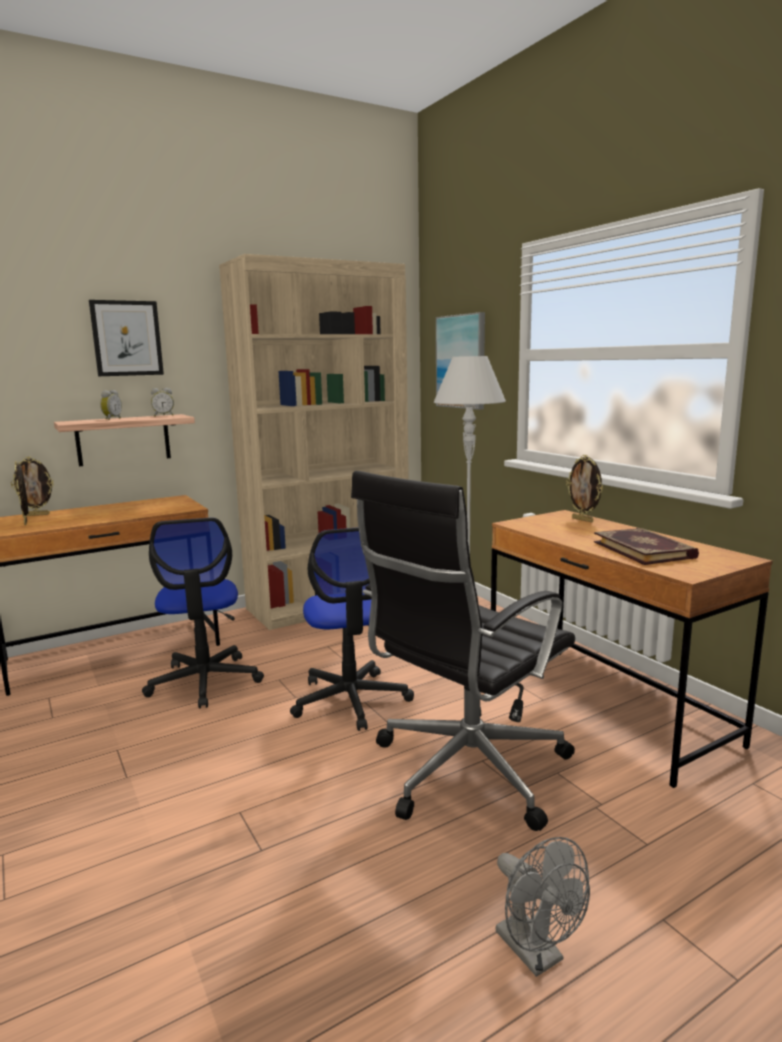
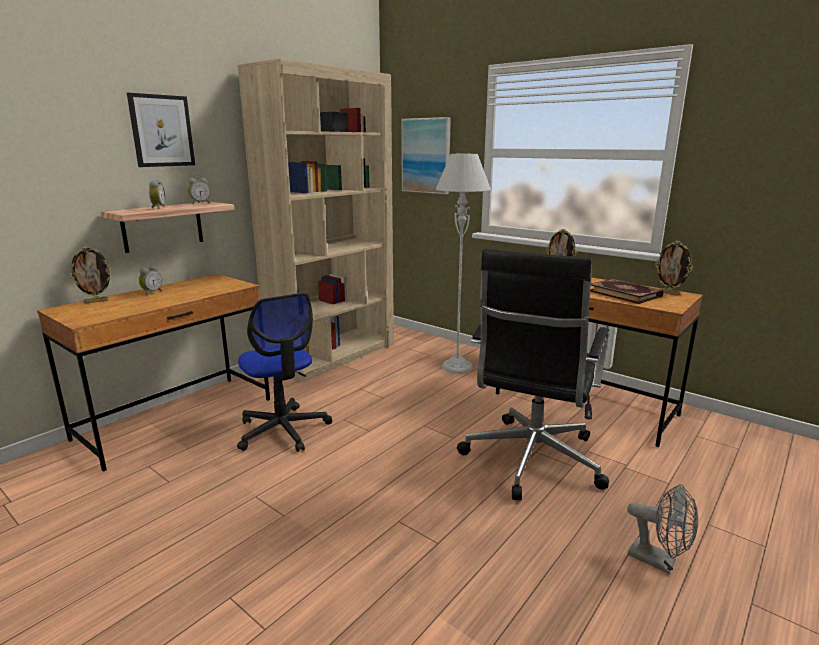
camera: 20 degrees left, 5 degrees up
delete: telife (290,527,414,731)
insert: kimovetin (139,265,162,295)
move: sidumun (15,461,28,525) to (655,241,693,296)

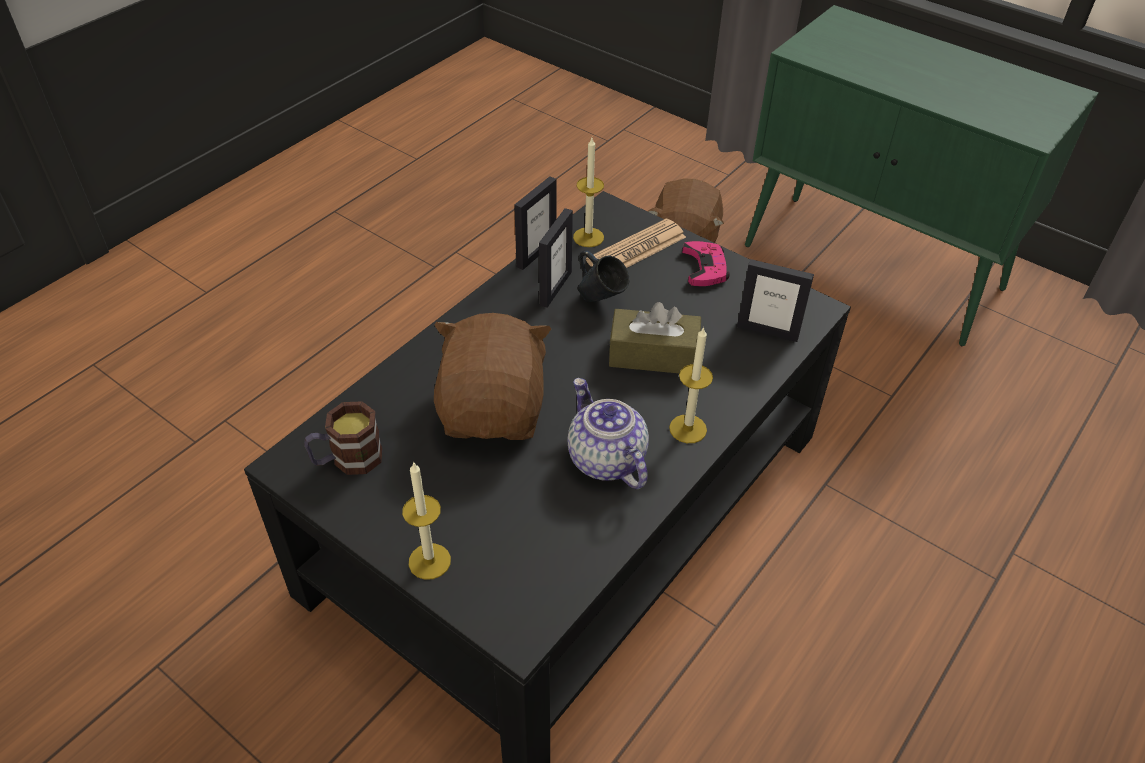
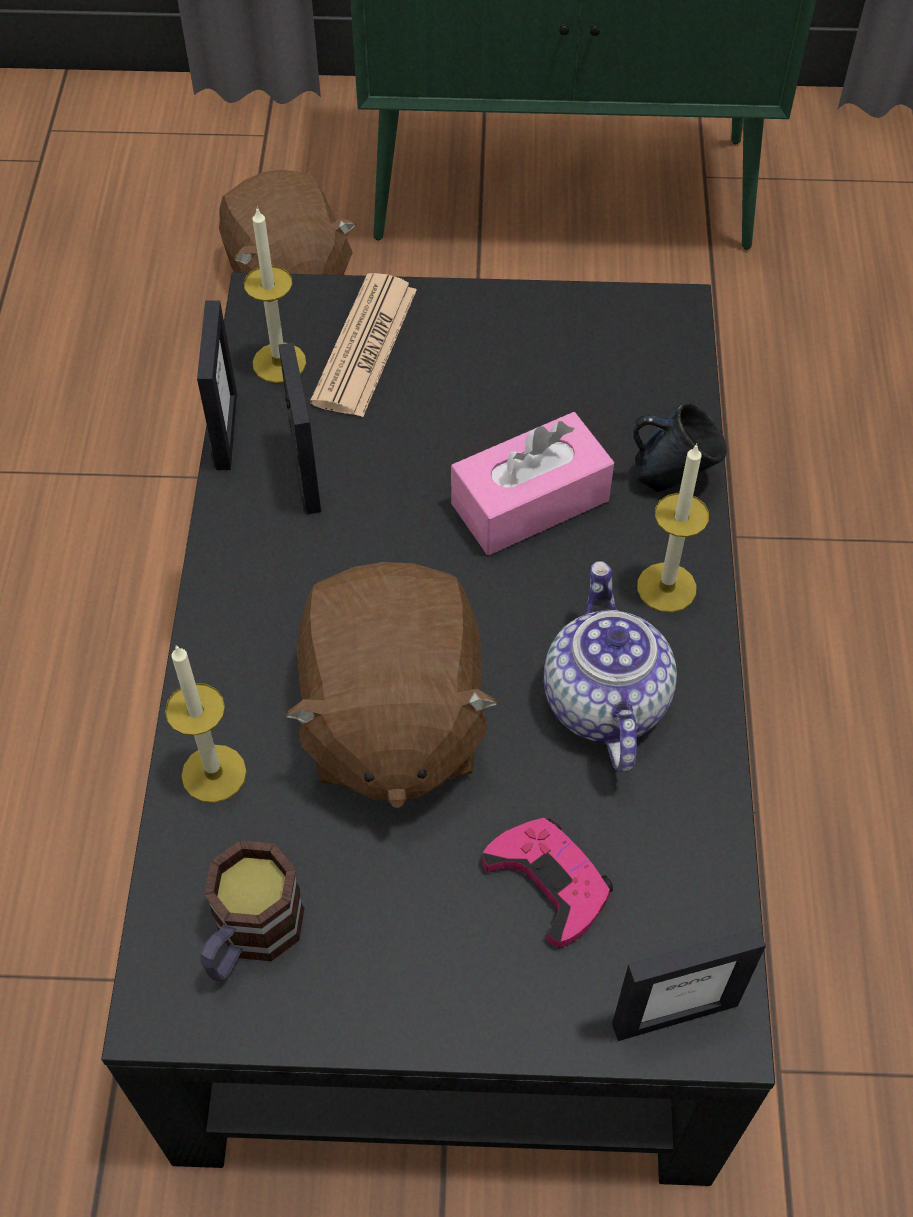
camera: 35 degrees left, 10 degrees up
move: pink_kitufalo (682,241,730,286) to (482,818,613,948); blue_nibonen (577,250,629,302) to (632,403,727,492); sidumun (737,259,814,342) to (612,928,766,1041); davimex (402,461,451,580) to (165,645,247,803)
recolor: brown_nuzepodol (609,302,701,373) to pink_nuzepodol (451,412,614,555)
rotate: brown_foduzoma (434,313,551,440) = (284,562,499,808) 150 degrees counterclockwise; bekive (568,378,649,489) = (544,561,677,773) 60 degrees clockwise

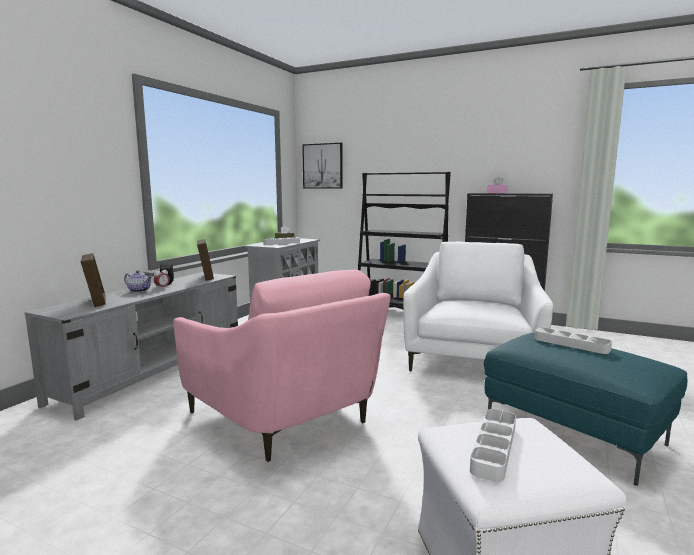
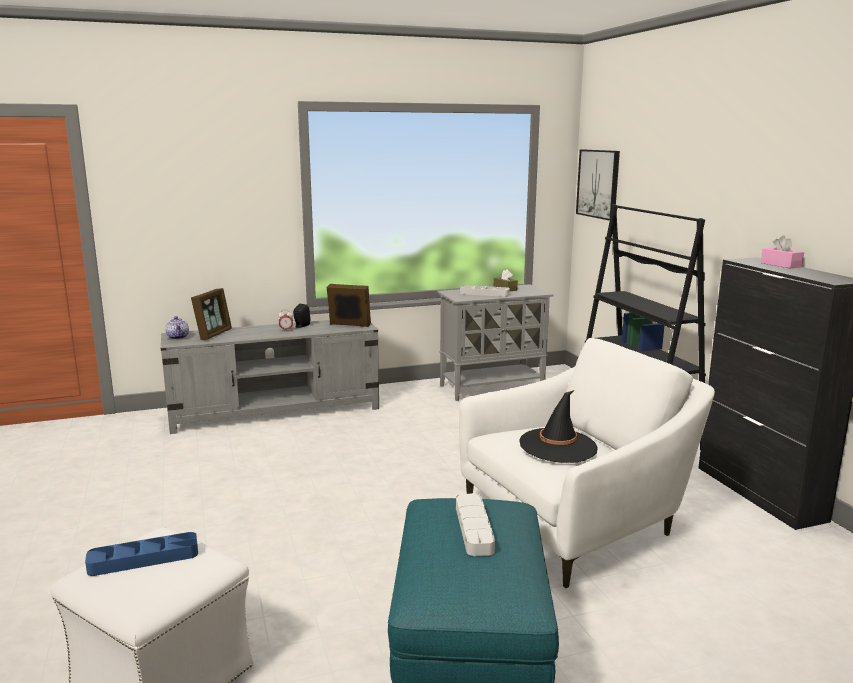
camera: 45 degrees right, 5 degrees up
delete: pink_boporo (173,270,391,462)
insert: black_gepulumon (520,390,597,463)
move: bekive (124,270,152,293) to (165,316,189,340)
recolor: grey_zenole (470,409,516,482) to blue_zenole (85,532,198,576)
rotate: sidumun (197,239,214,281) = (327,284,371,327) 105 degrees counterclockwise

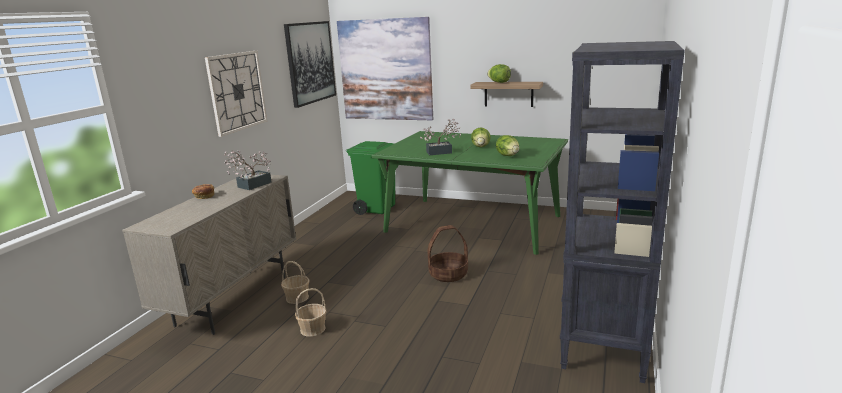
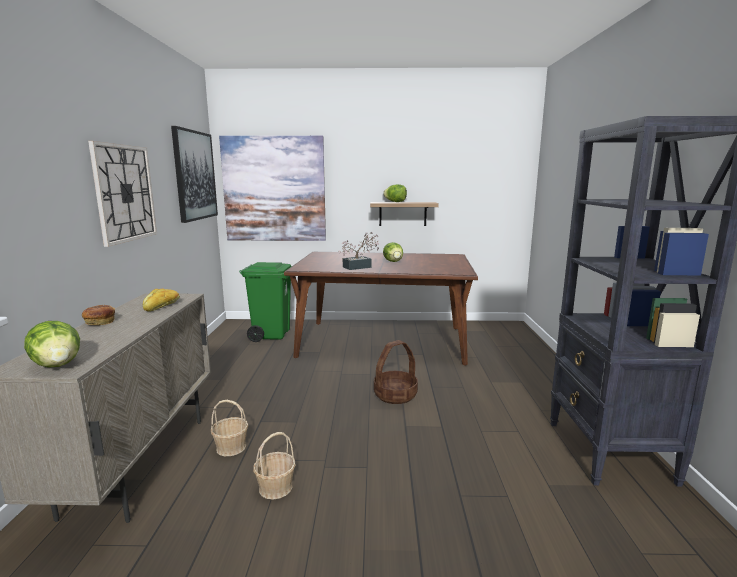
camera: 20 degrees left, 5 degrees down
move: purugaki (496,135,519,156) to (24,321,80,368)
replace: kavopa (224,150,272,190) to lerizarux (143,289,180,312)
recolor: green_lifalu (372,131,568,255) to brown_lifalu (284,252,478,366)

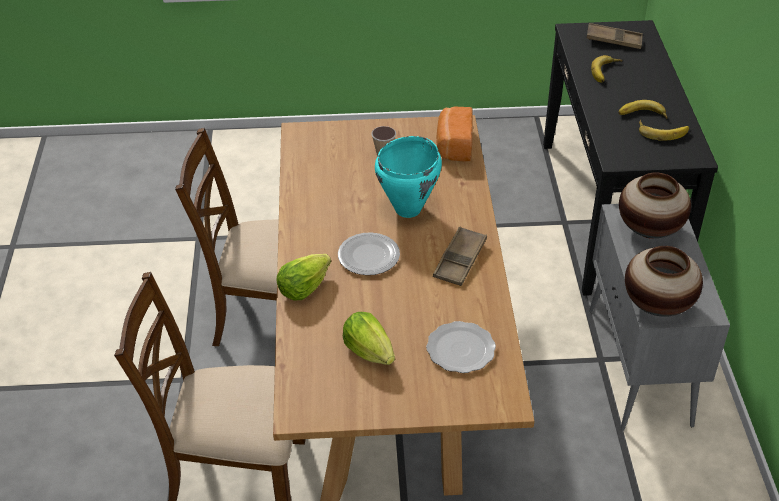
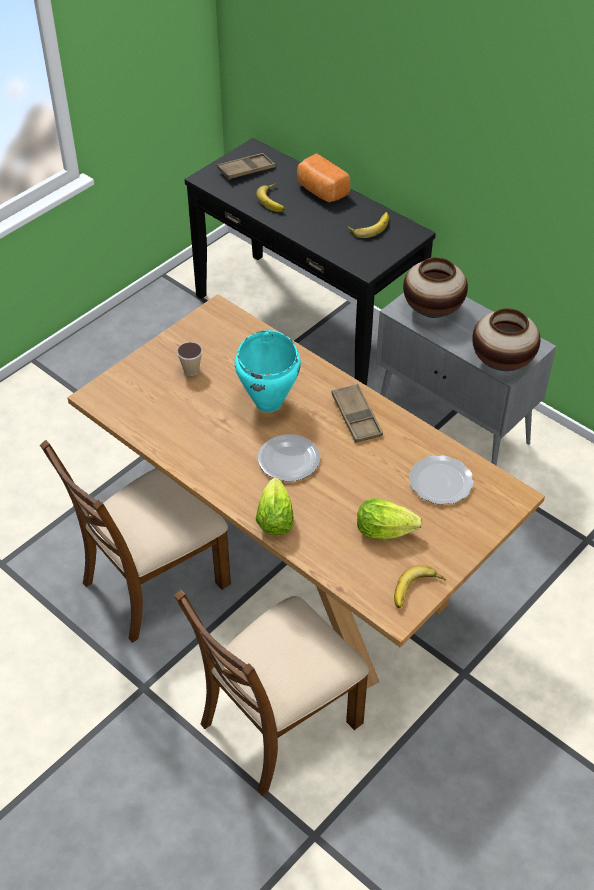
camera: 45 degrees left, 5 degrees up
move: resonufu (618,100,667,119) to (394,565,446,608); lerizarux (436,107,473,161) to (297,154,350,202)

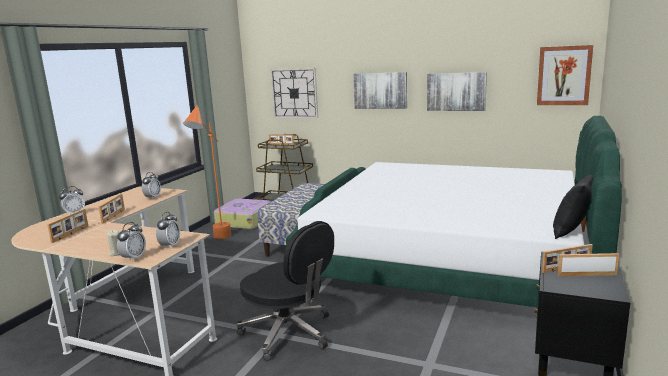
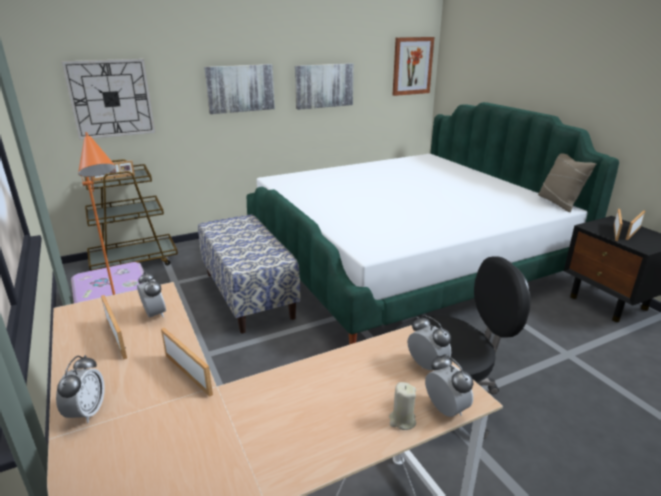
camera: 50 degrees left, 10 degrees up
move: sidumun (47,209,88,243) to (101,295,127,359)
recolor: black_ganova (553,174,594,239) to beige_ganova (538,153,596,212)

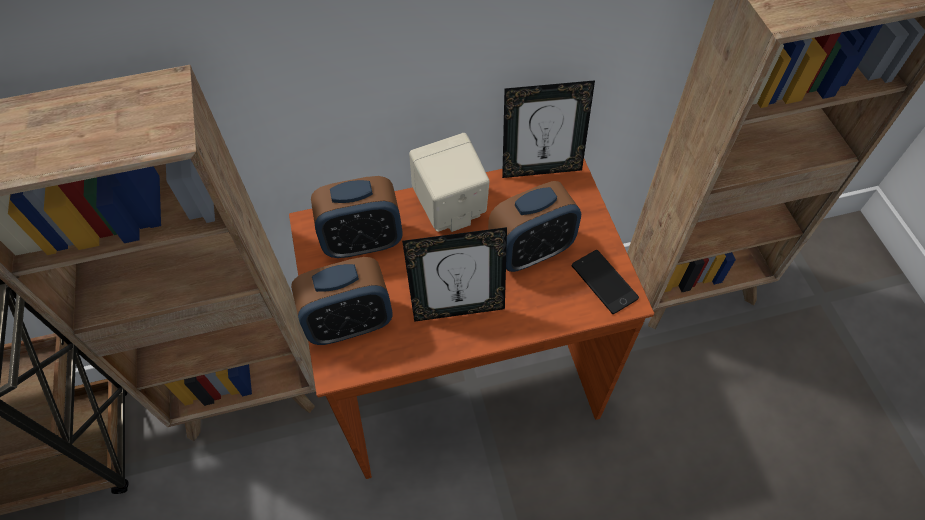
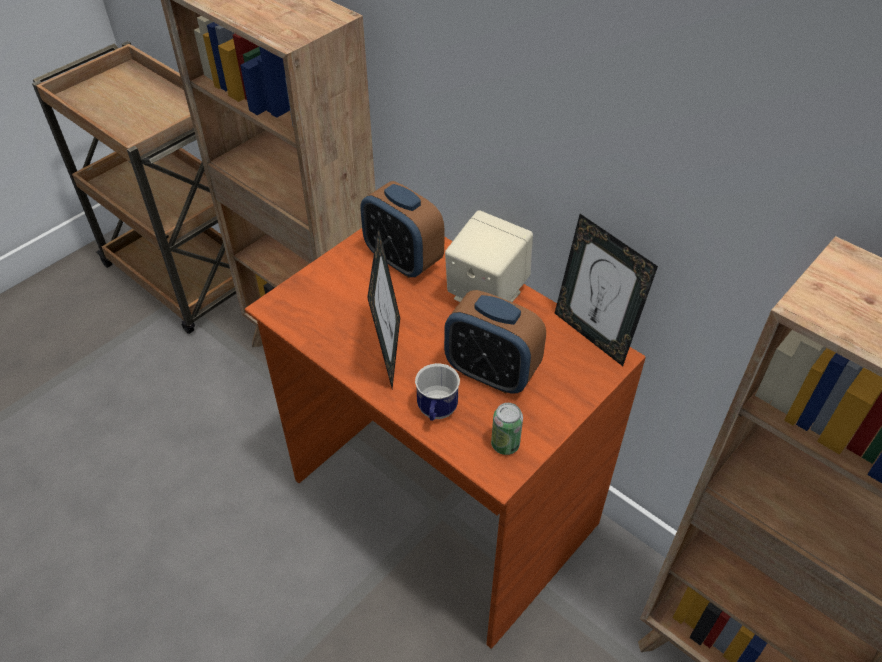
camera: 55 degrees right, 10 degrees down
delete: kimovetin (291,257,392,345)
insert: nibonen (415,363,460,421)
replace: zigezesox (572,250,639,314) to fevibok (491,403,523,455)
rotate: sidumun (402,227,507,322) = (367,225,400,389) 135 degrees counterclockwise

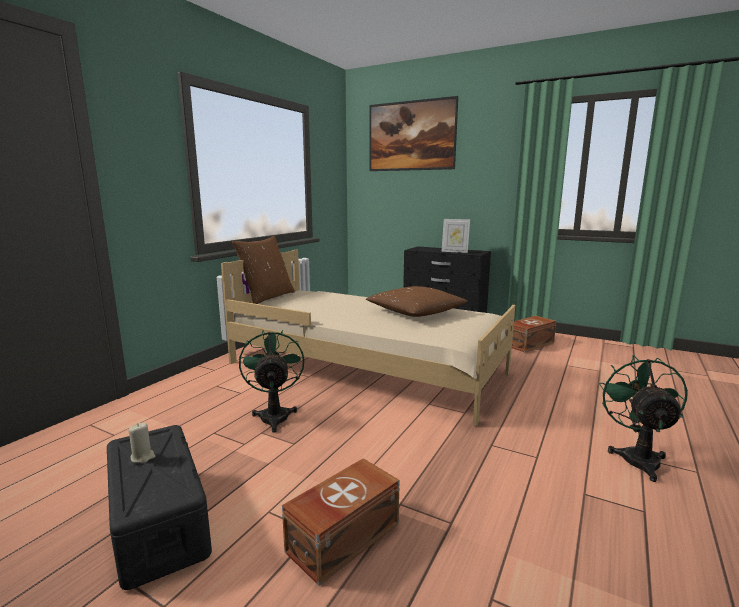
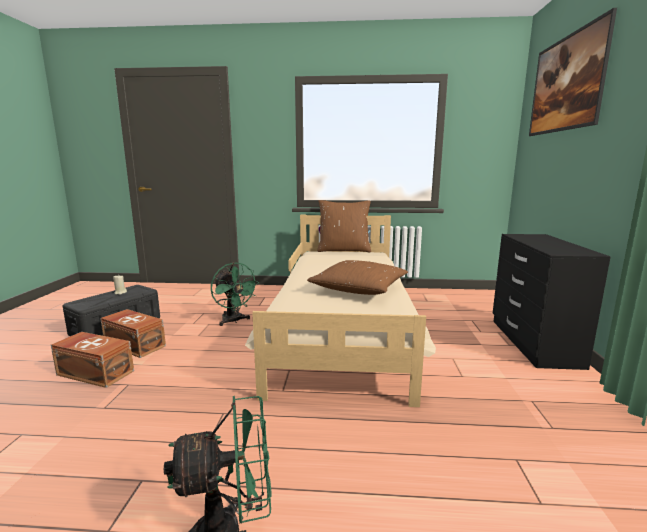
camera: 65 degrees right, 0 degrees up
delete: sidumun (441,219,470,253)
move: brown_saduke (512,316,556,352) to (100,309,166,358)
rotate: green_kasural (239,330,304,432) = (211,262,259,326) 90 degrees clockwise

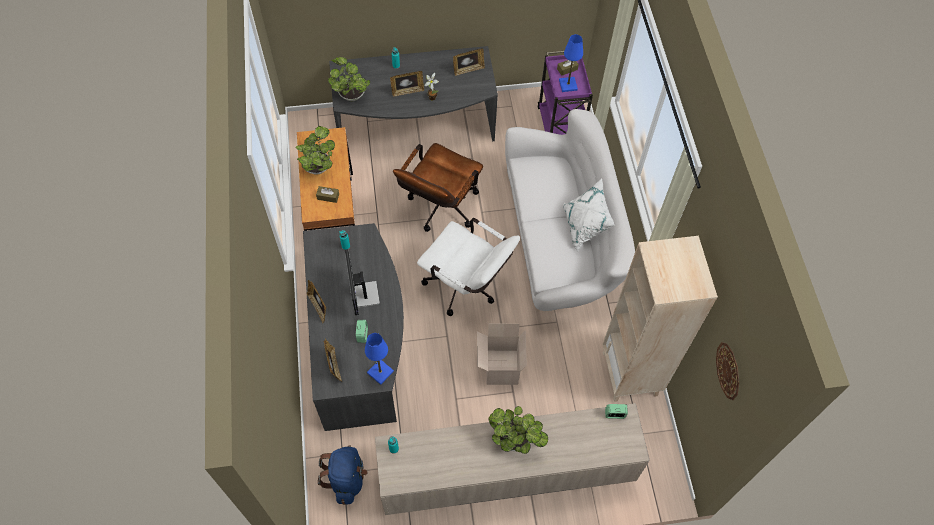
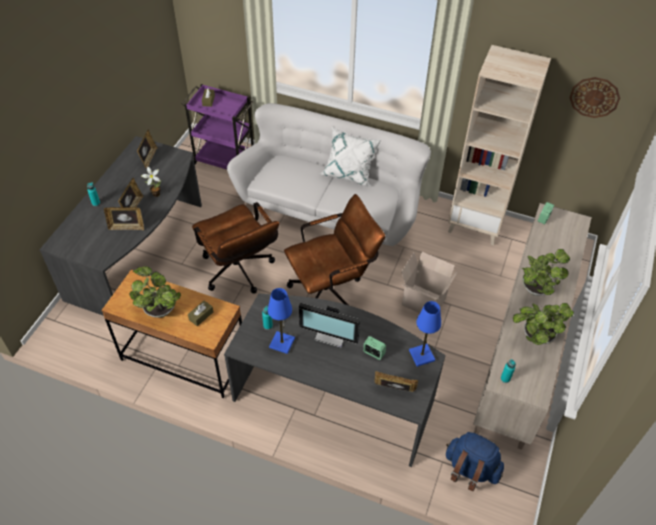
camera: 60 degrees left, 10 degrees down
move: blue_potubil (559,34,583,92) to (268,288,295,354); kavopa (328,57,370,101) to (513,303,574,345); sidumun (307,280,326,324) to (104,207,144,230)
recolor: white_telife (417,218,520,316) to brown_telife (284,194,385,305)

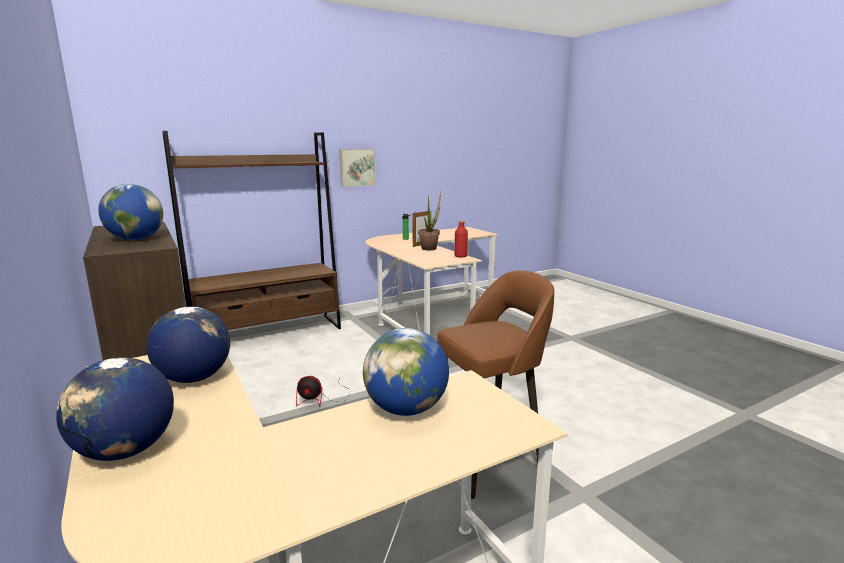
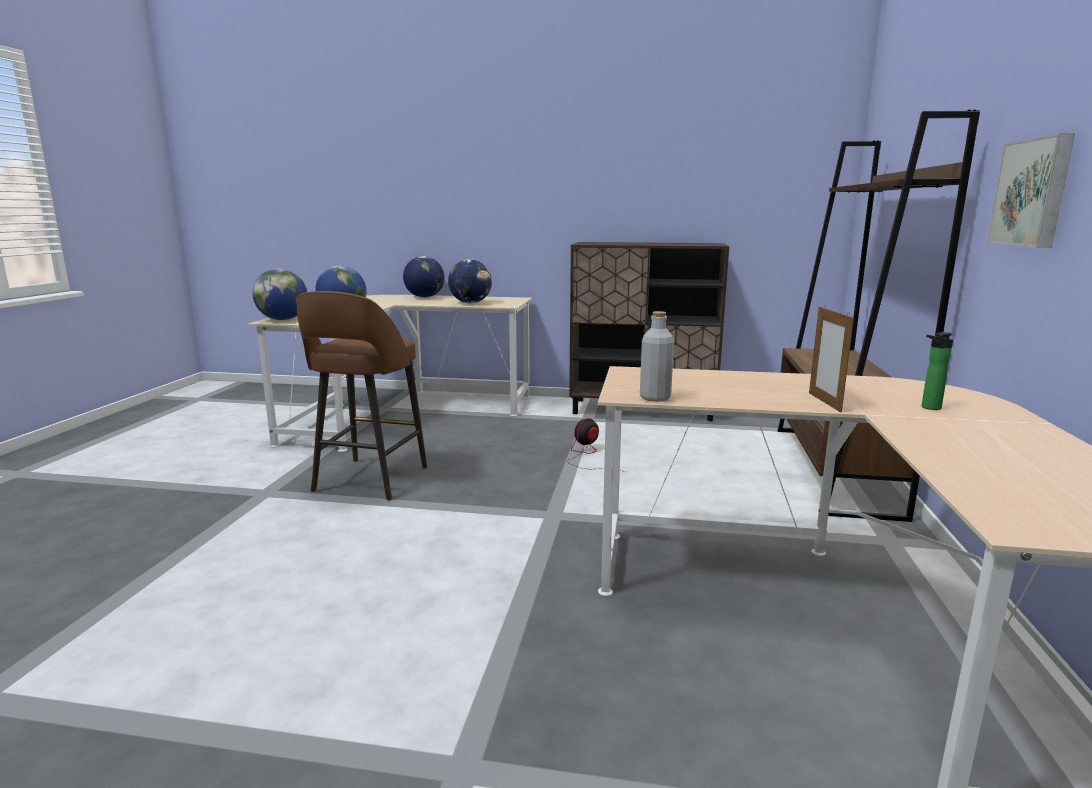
camera: 130 degrees right, 0 degrees up
delete: kavopa (418,191,441,250)
move: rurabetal (98,184,163,240) to (252,269,307,320)
recolor: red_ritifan (454,220,468,258) to grey_ritifan (640,311,674,402)

